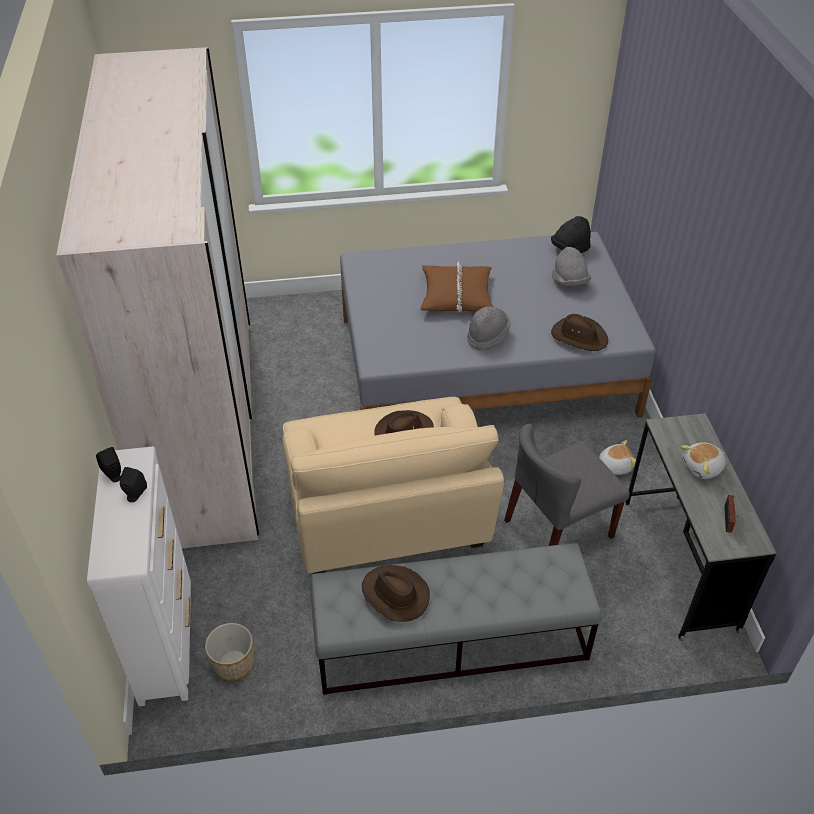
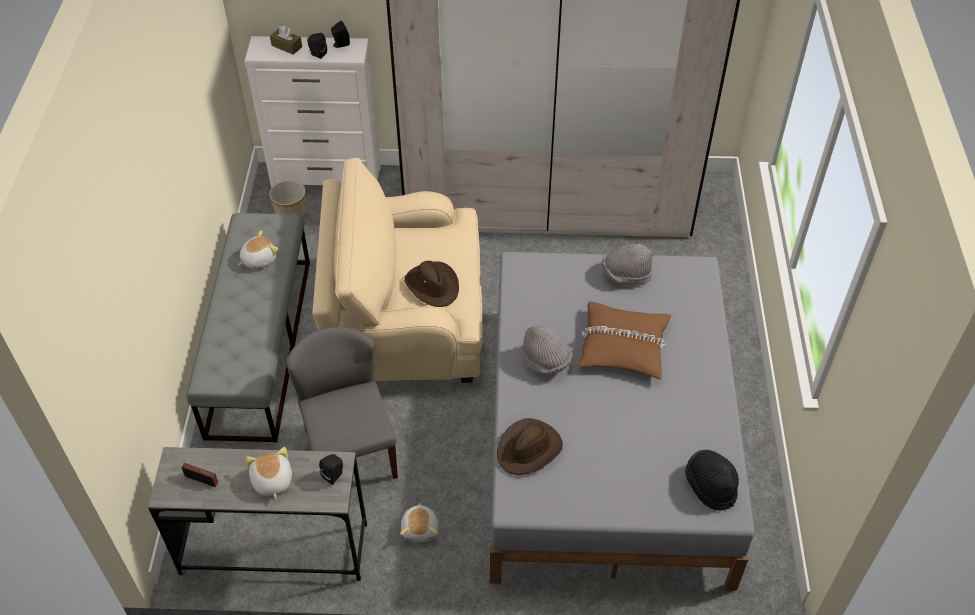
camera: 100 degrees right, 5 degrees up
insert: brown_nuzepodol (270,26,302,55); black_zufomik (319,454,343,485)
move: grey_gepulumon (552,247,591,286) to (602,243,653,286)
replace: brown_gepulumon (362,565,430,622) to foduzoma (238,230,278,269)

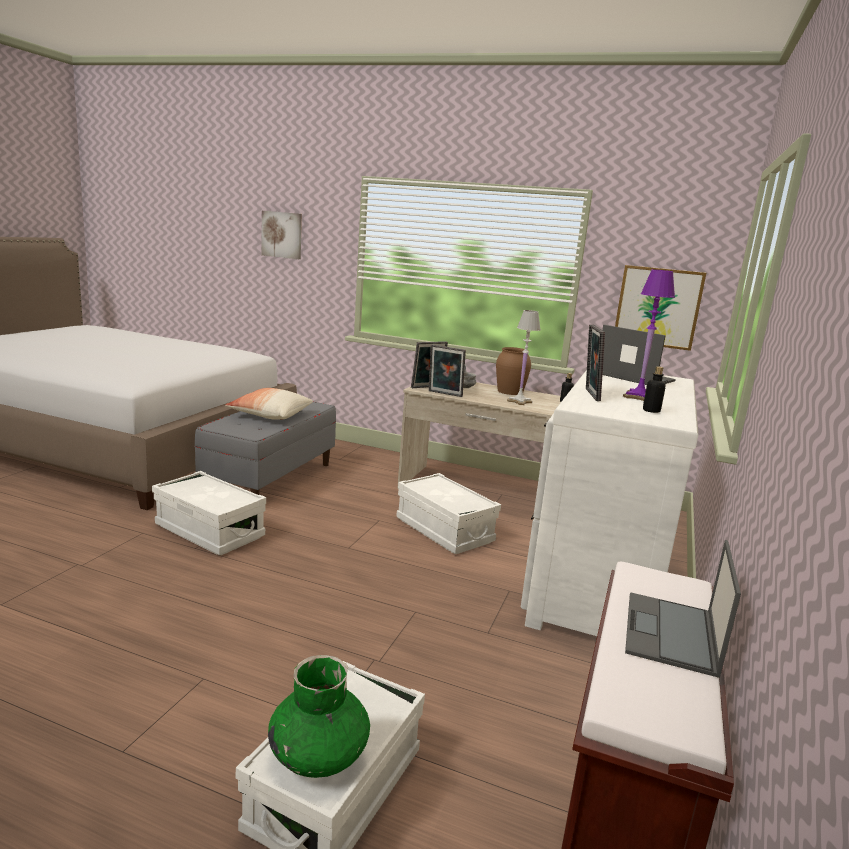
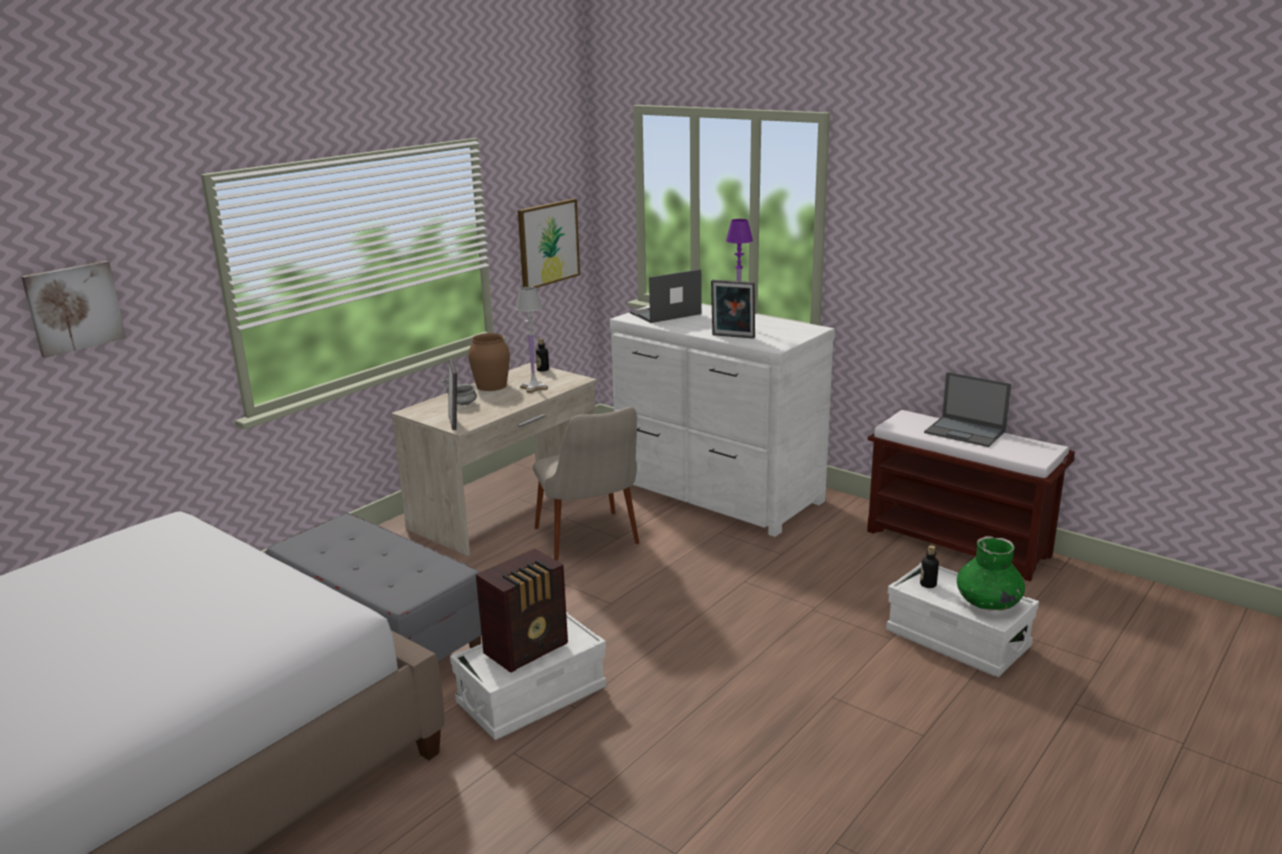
camera: 70 degrees left, 5 degrees up
delete: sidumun (429,345,466,397); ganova (225,388,313,420)
insert: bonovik (476,549,568,673)
move: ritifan (643,366,666,413) to (920,545,939,588)
replace: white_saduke (396,473,501,554) to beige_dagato (533,407,639,561)

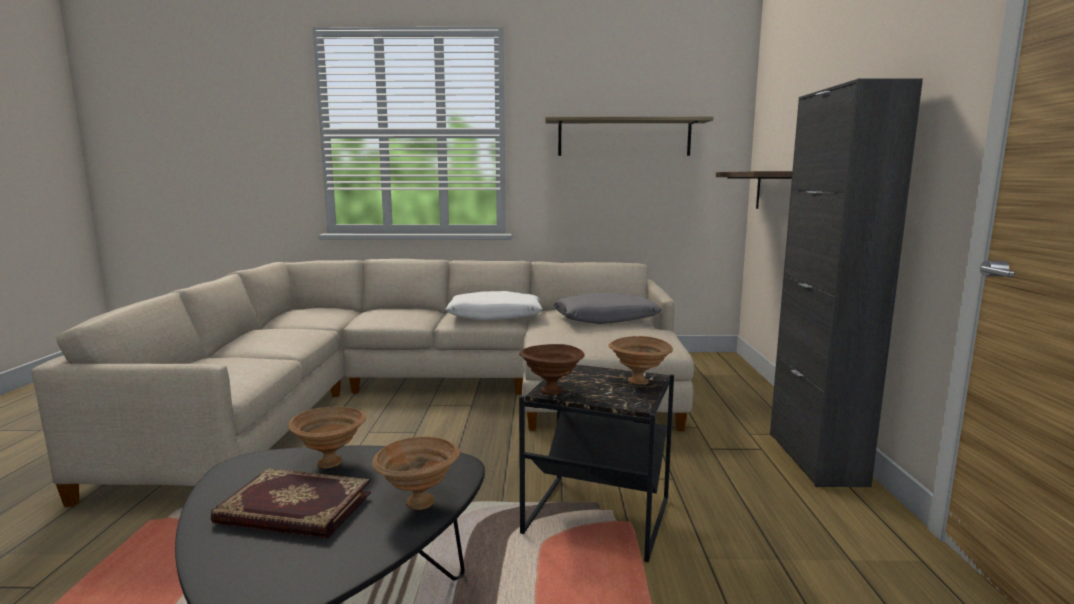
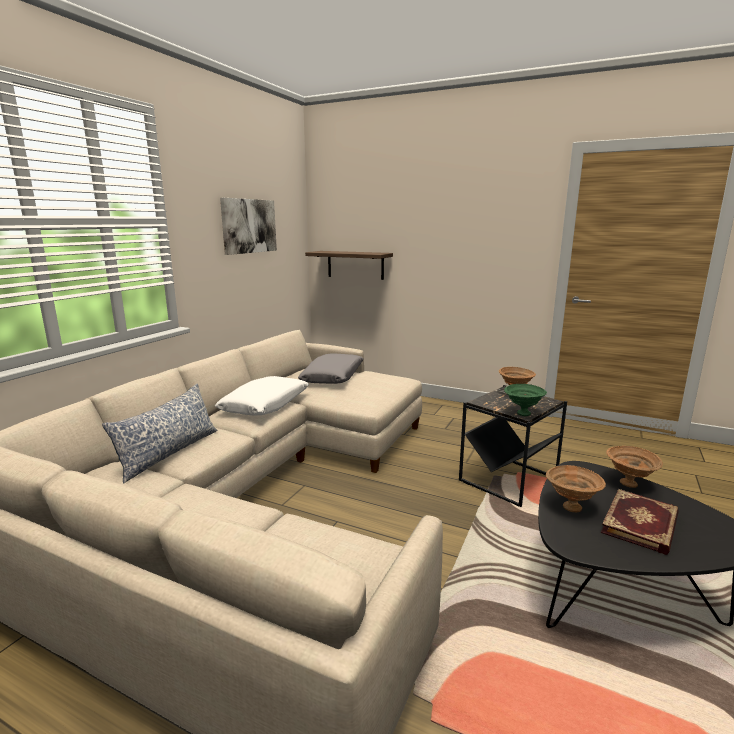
camera: 65 degrees left, 5 degrees up
delete: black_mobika (770,78,923,487)
insert: ganova (102,383,217,484)
replace: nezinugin (545,117,714,156) to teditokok (220,198,277,255)
recolor: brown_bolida (519,344,584,395) to green_bolida (504,384,547,416)

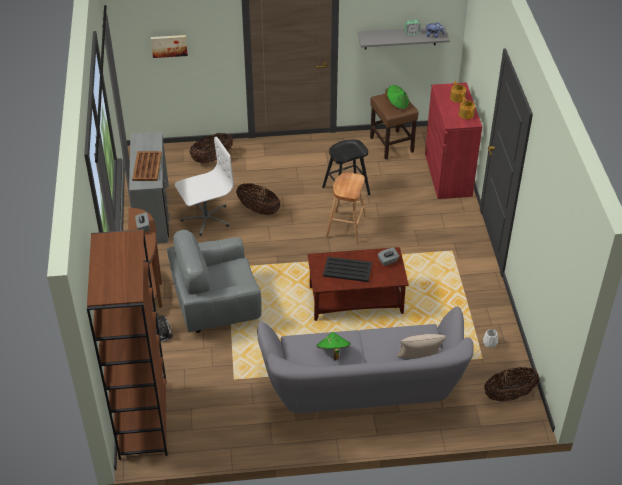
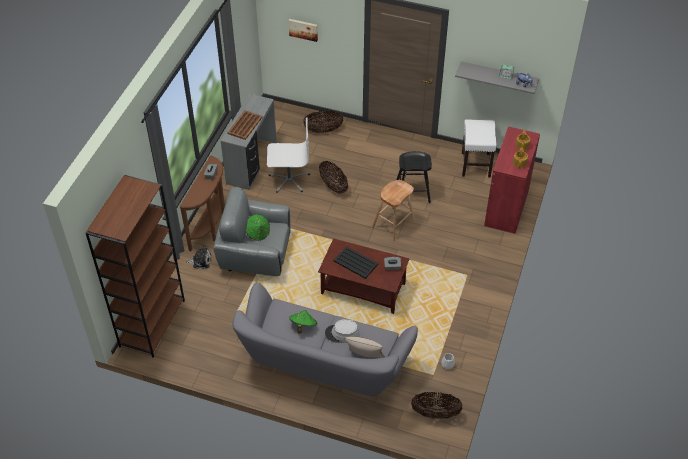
camera: 25 degrees right, 5 degrees up
insert: grey_gepulumon (325,319,359,343)
move: green_gepulumon (385,85,409,110) to (246,214,270,241)
recolor: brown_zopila (370,94,418,160) to white_zopila (462,119,497,177)

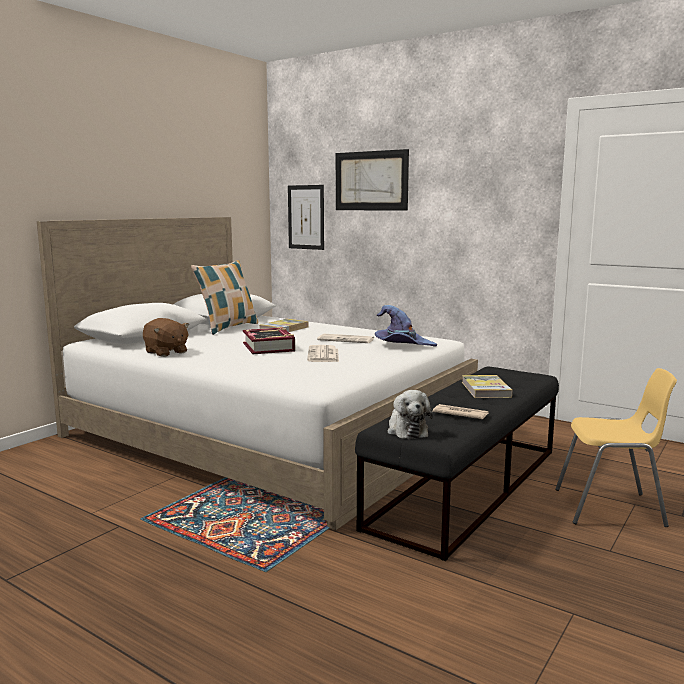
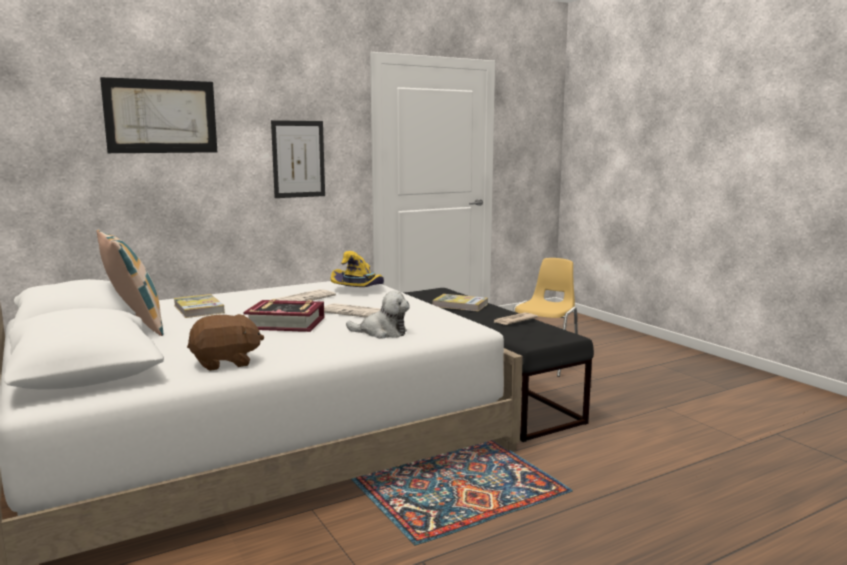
camera: 65 degrees left, 0 degrees up
move: teditokok (288,185,324,250) to (271,120,325,198); foduzoma (388,390,433,439) to (346,291,410,339)
recolor: purple_gepulumon (375,305,437,347) to yellow_gepulumon (331,251,384,287)

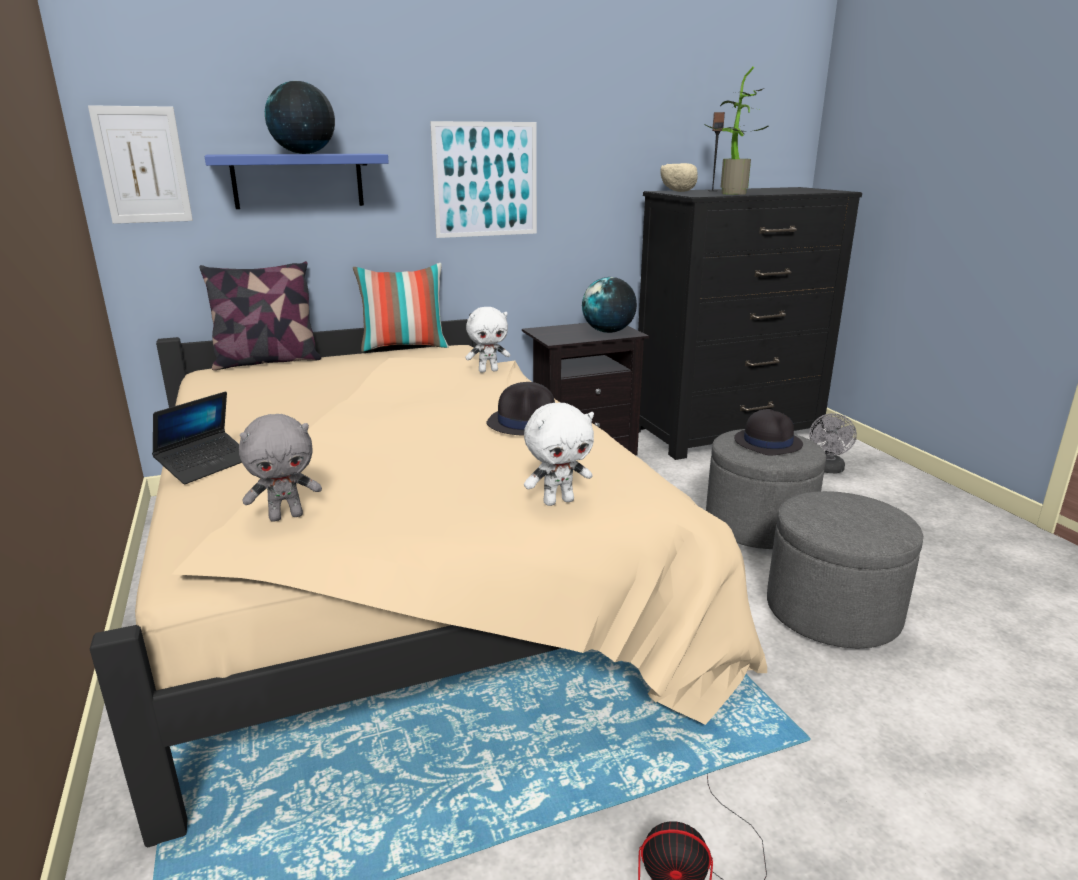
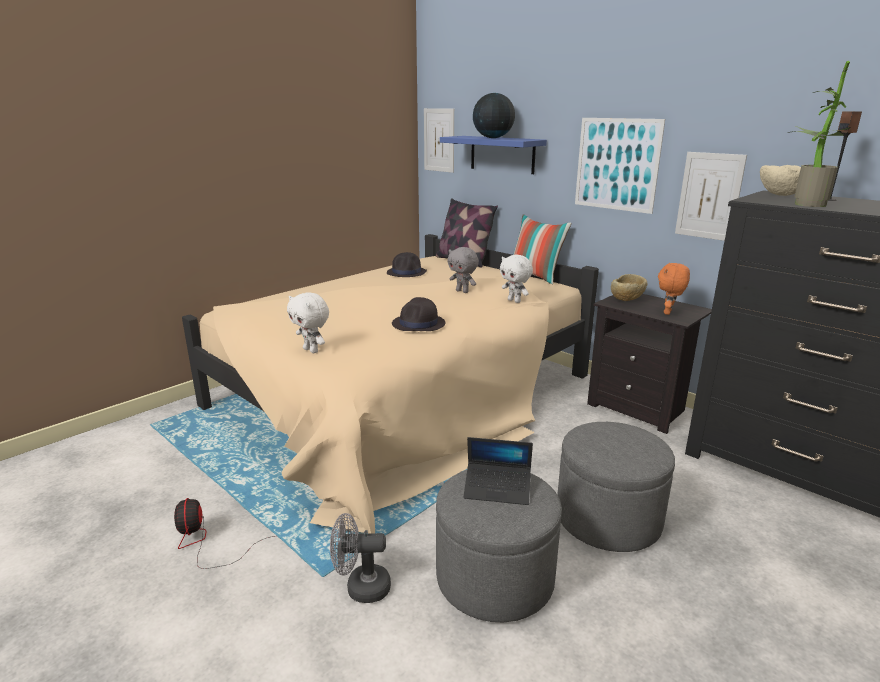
camera: 65 degrees right, 0 degrees up
insert: teditokok (675,152,747,241); beige_bolida (611,274,647,301)
move: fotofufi (152,391,242,484) to (464,437,533,505); black_gepulumon (734,409,803,455) to (387,252,427,277); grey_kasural (809,413,857,473) to (330,513,391,603); grey_foduzoma (239,414,322,522) to (448,247,479,293)
replace: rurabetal (582,277,637,333) to orange_foduzoma (658,262,690,315)

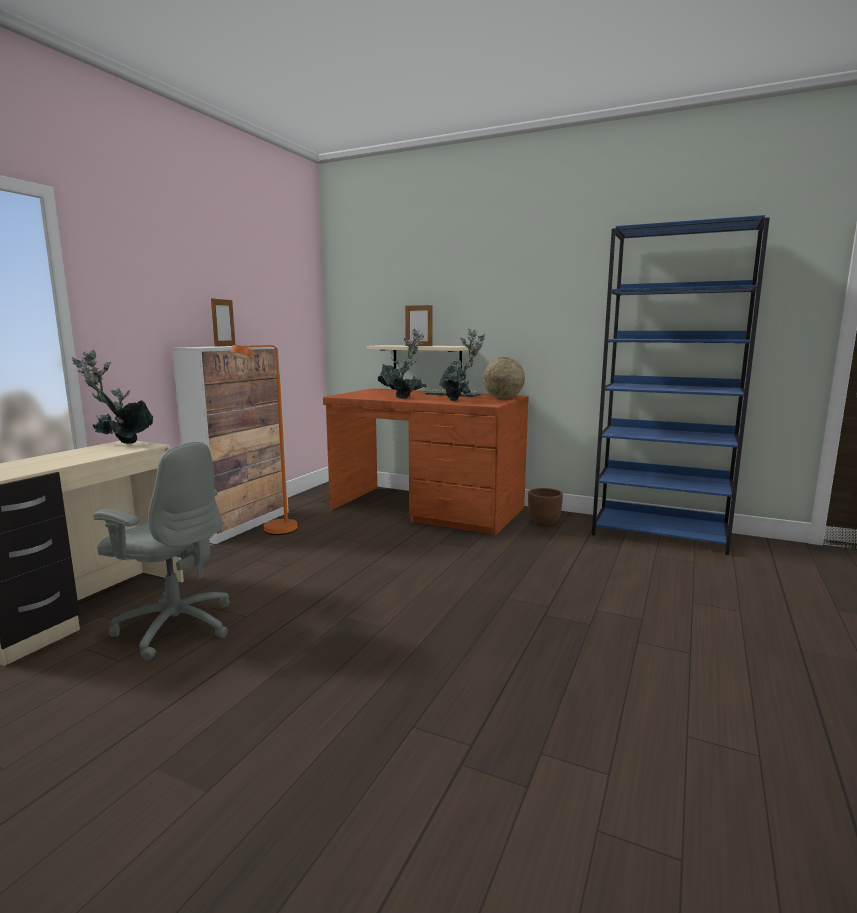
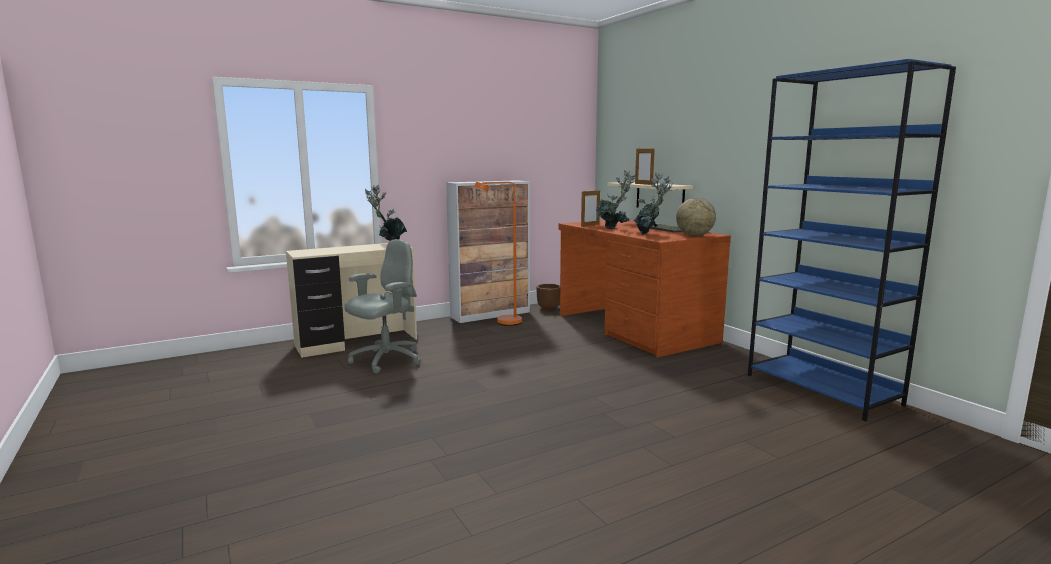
camera: 35 degrees right, 0 degrees up
move: sidumun (211,297,235,347) to (581,191,600,227); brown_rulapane (528,488,563,525) to (536,284,560,310)
rotate: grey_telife (93,442,230,660) = (344,239,421,374) 105 degrees counterclockwise

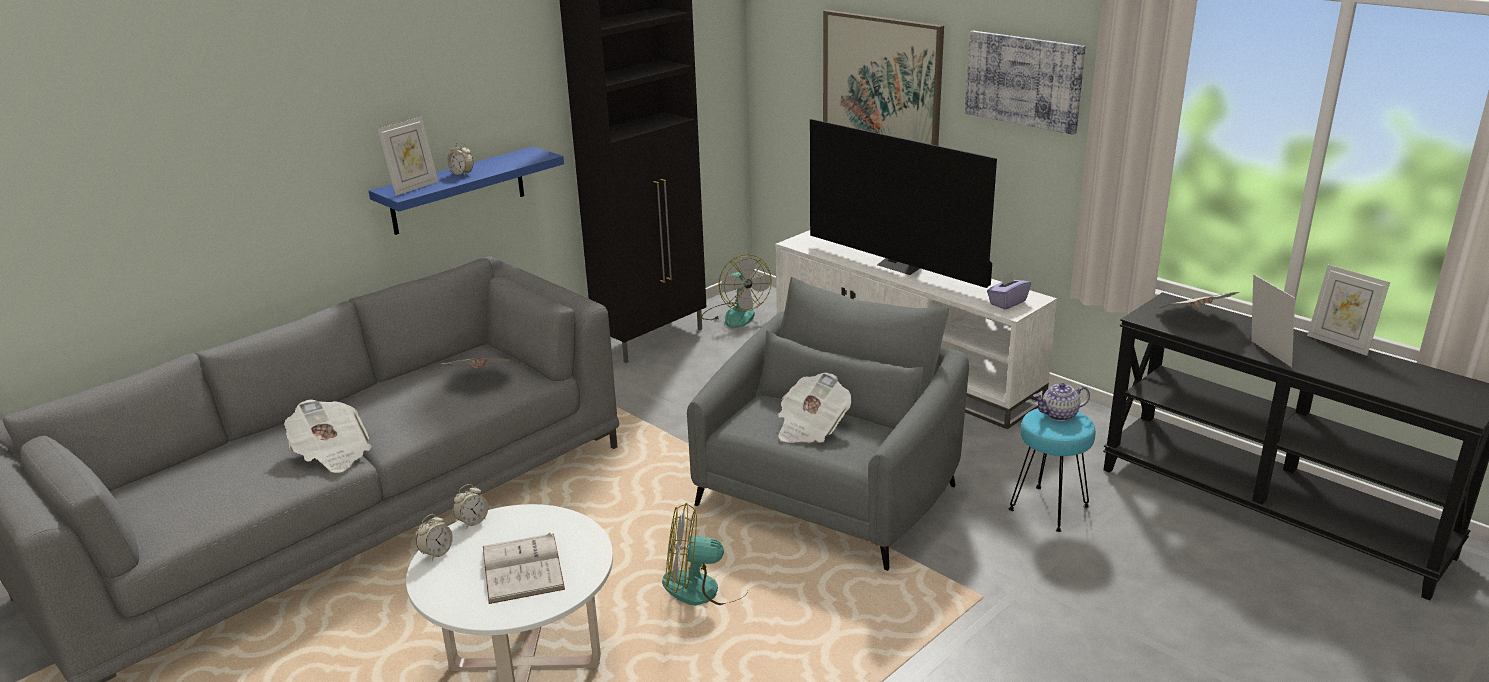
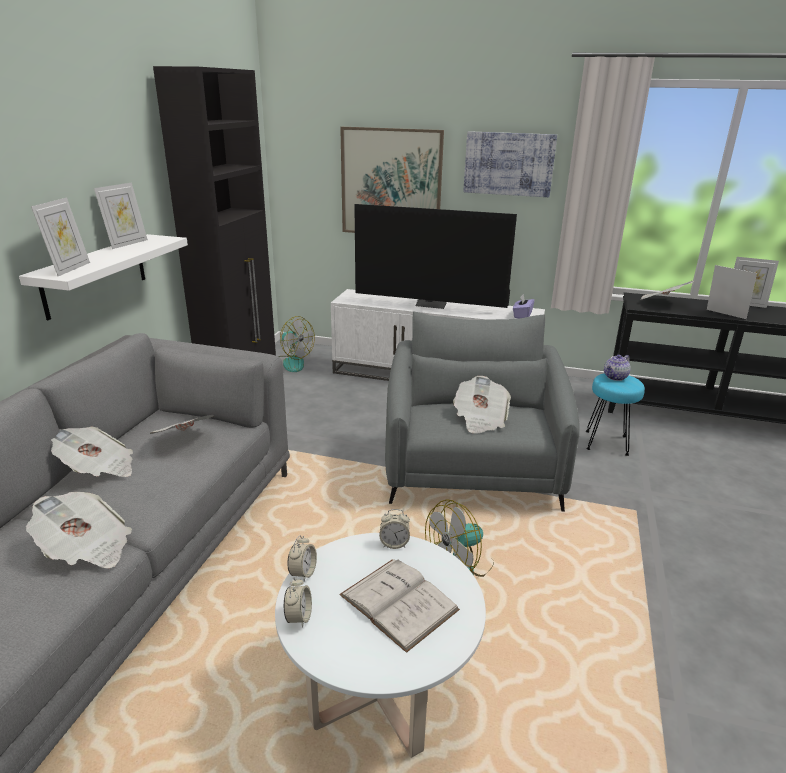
camera: 30 degrees left, 0 degrees up
insert: sidumun (94,183,148,249); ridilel (51,427,133,477)
move: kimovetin (447,142,474,176) to (379,509,410,549)
recolor: blue_nezinugin (369,146,564,235) to white_nezinugin (19,234,188,320)

